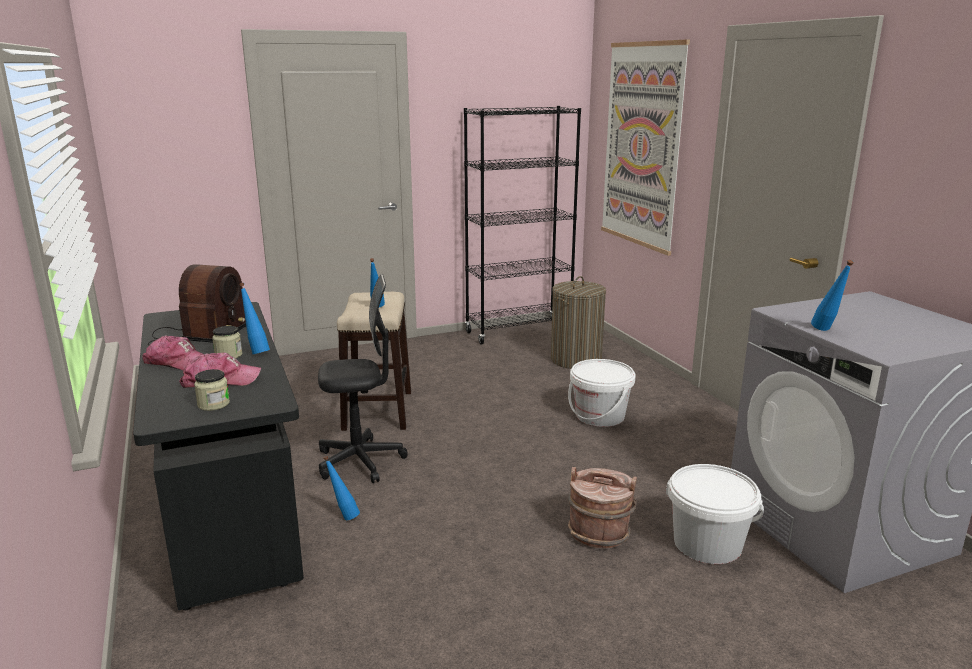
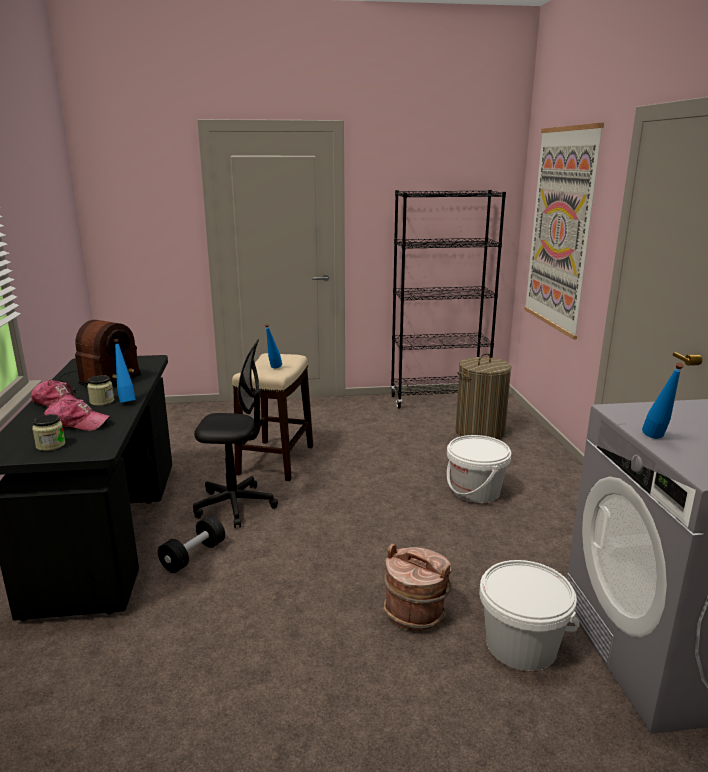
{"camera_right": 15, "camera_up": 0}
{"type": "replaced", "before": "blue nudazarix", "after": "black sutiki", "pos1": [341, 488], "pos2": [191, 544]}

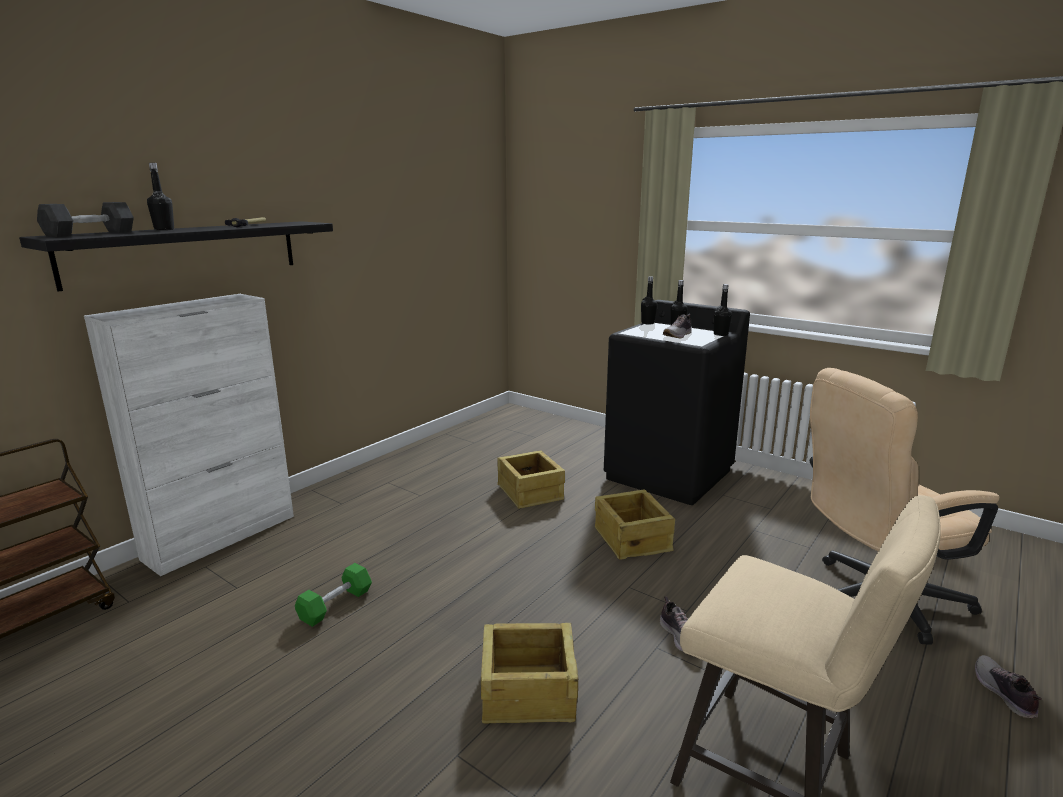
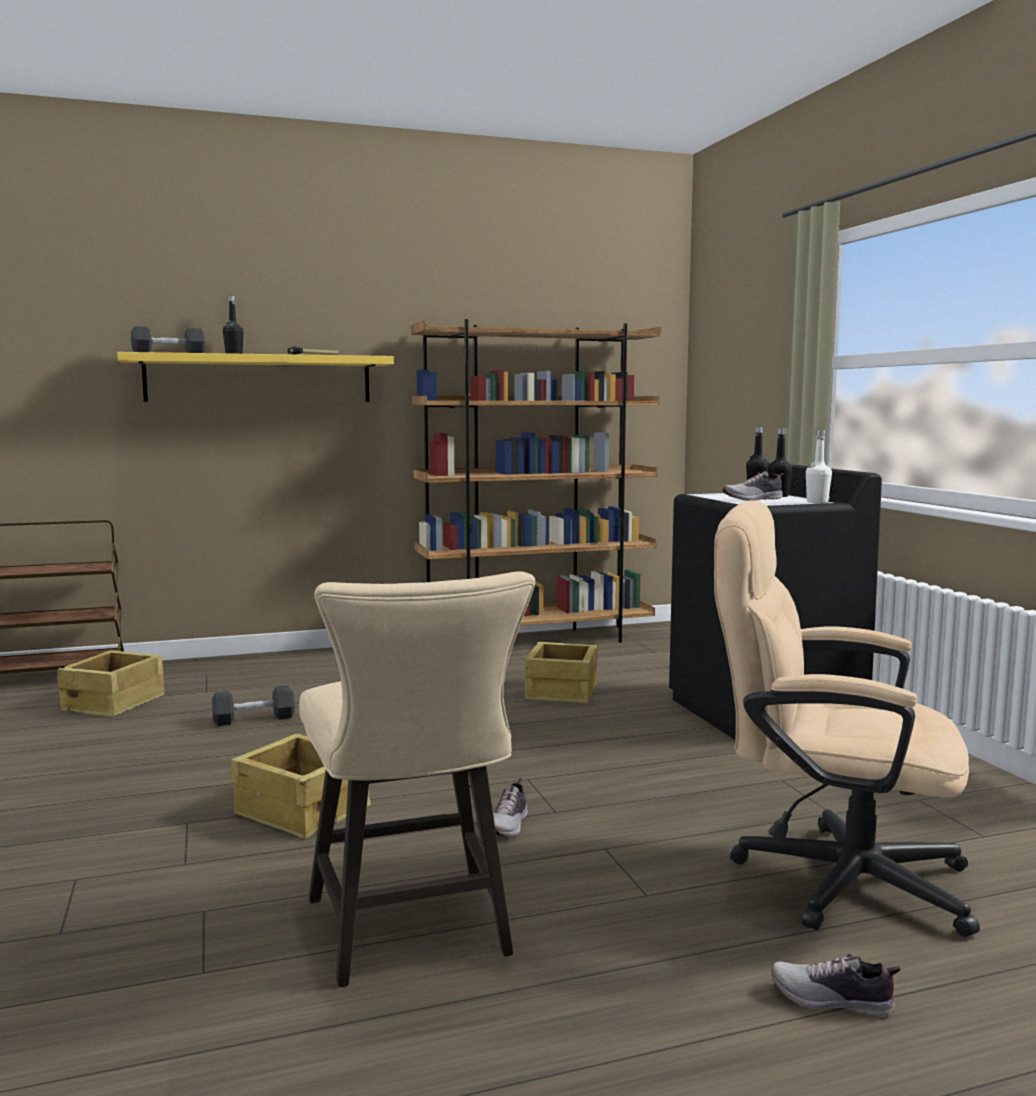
{"camera_right": 35, "camera_up": -10}
{"type": "recoloured", "before": "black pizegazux", "after": "yellow pizegazux", "pos1": [176, 256], "pos2": [255, 377]}
{"type": "removed", "before": "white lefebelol", "pos1": [189, 435]}
{"type": "recoloured", "before": "green sutiki", "after": "black sutiki", "pos1": [333, 595], "pos2": [253, 705]}
{"type": "moved", "before": "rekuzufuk", "pos1": [635, 524], "pos2": [111, 683]}
{"type": "recoloured", "before": "black nudazarix", "after": "white nudazarix", "pos1": [723, 310], "pos2": [819, 466]}
{"type": "turned", "before": "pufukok", "pos1": [1008, 686], "pos2": [836, 985], "turn": -105}
{"type": "added", "after": "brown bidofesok", "pos2": [536, 481]}

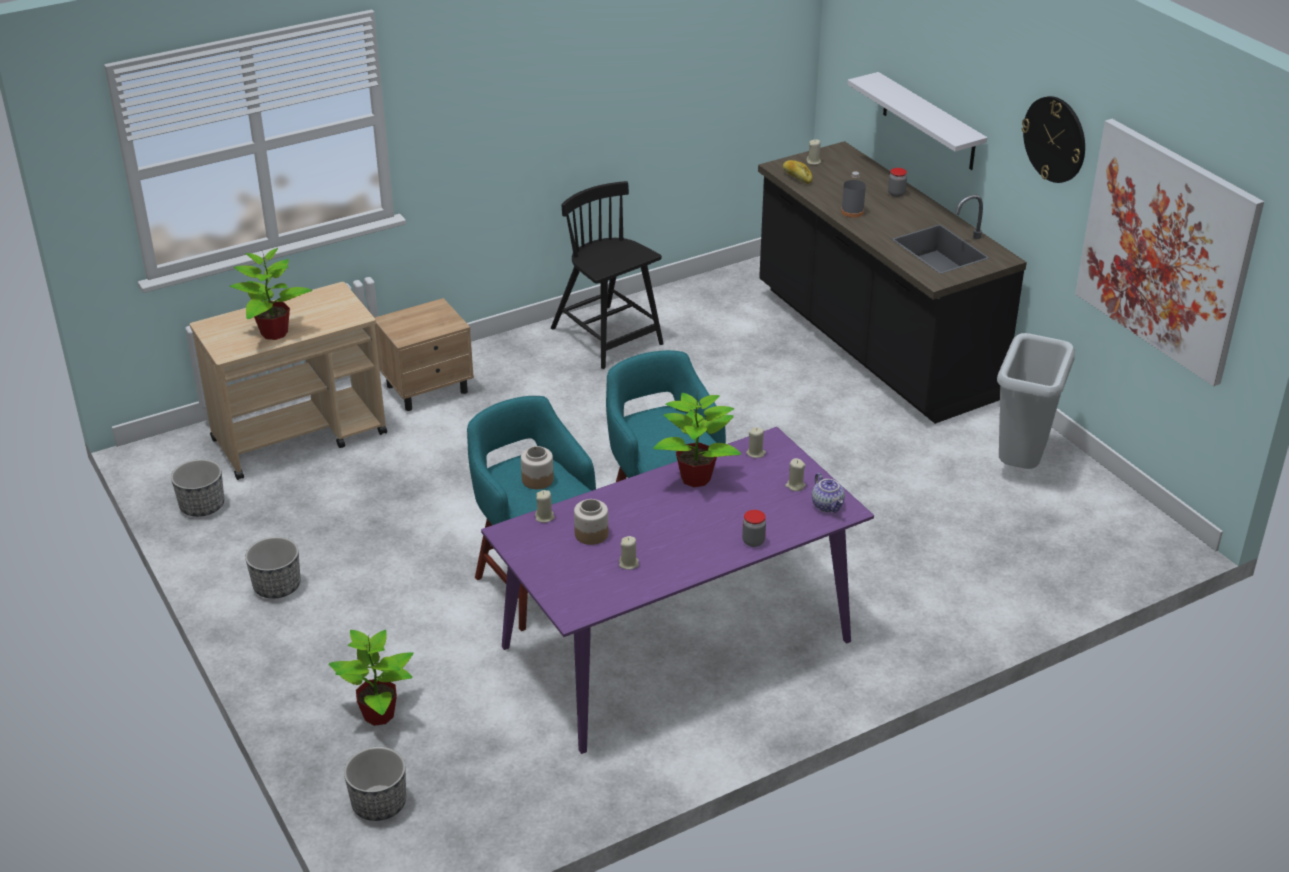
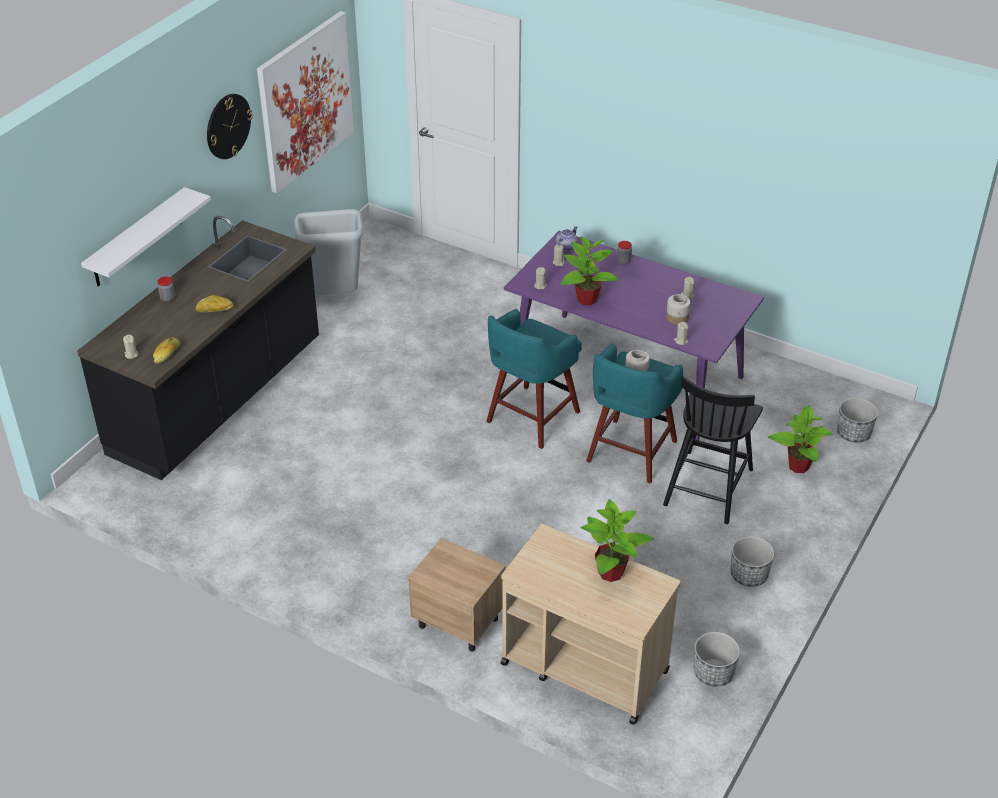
{"camera_right": -120, "camera_up": 5}
{"type": "moved", "before": "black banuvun", "pos1": [607, 275], "pos2": [713, 450]}
{"type": "replaced", "before": "grey nudazarix", "after": "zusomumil", "pos1": [853, 195], "pos2": [214, 304]}

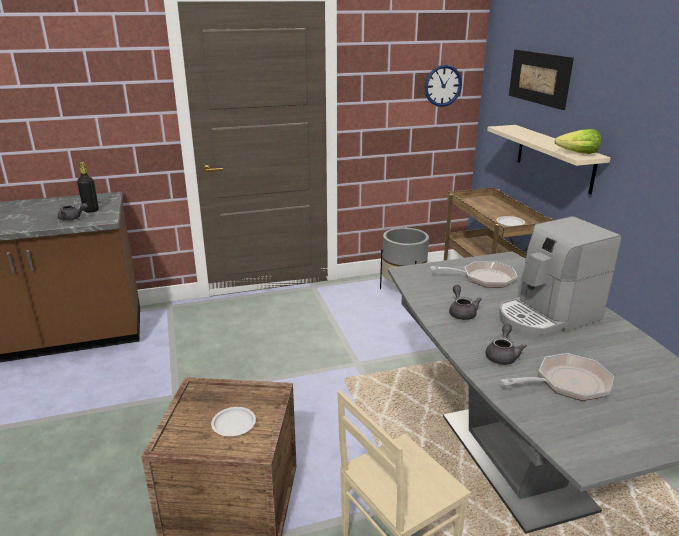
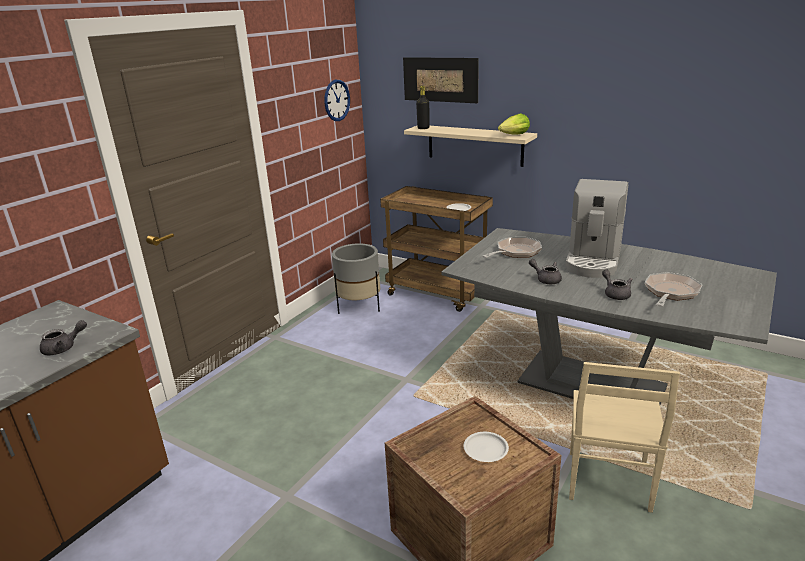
{"camera_right": -40, "camera_up": 0}
{"type": "moved", "before": "black nudazarix", "pos1": [88, 187], "pos2": [423, 107]}

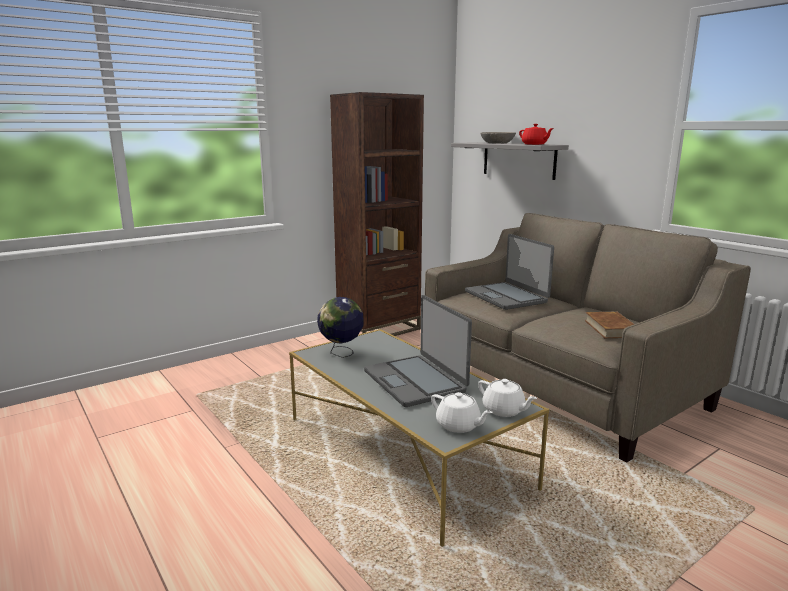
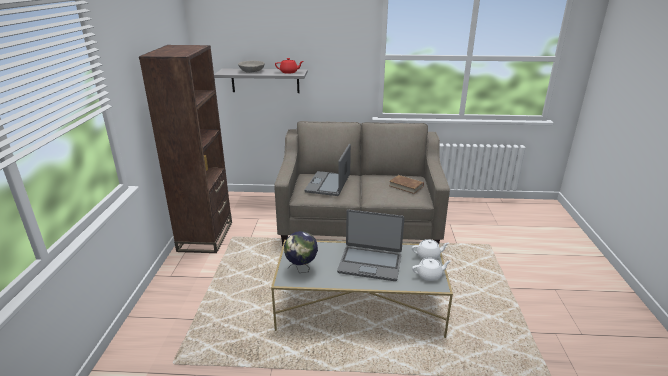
{"camera_right": -50, "camera_up": 10}
{"type": "turned", "before": "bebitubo", "pos1": [509, 272], "pos2": [328, 169], "turn": 90}

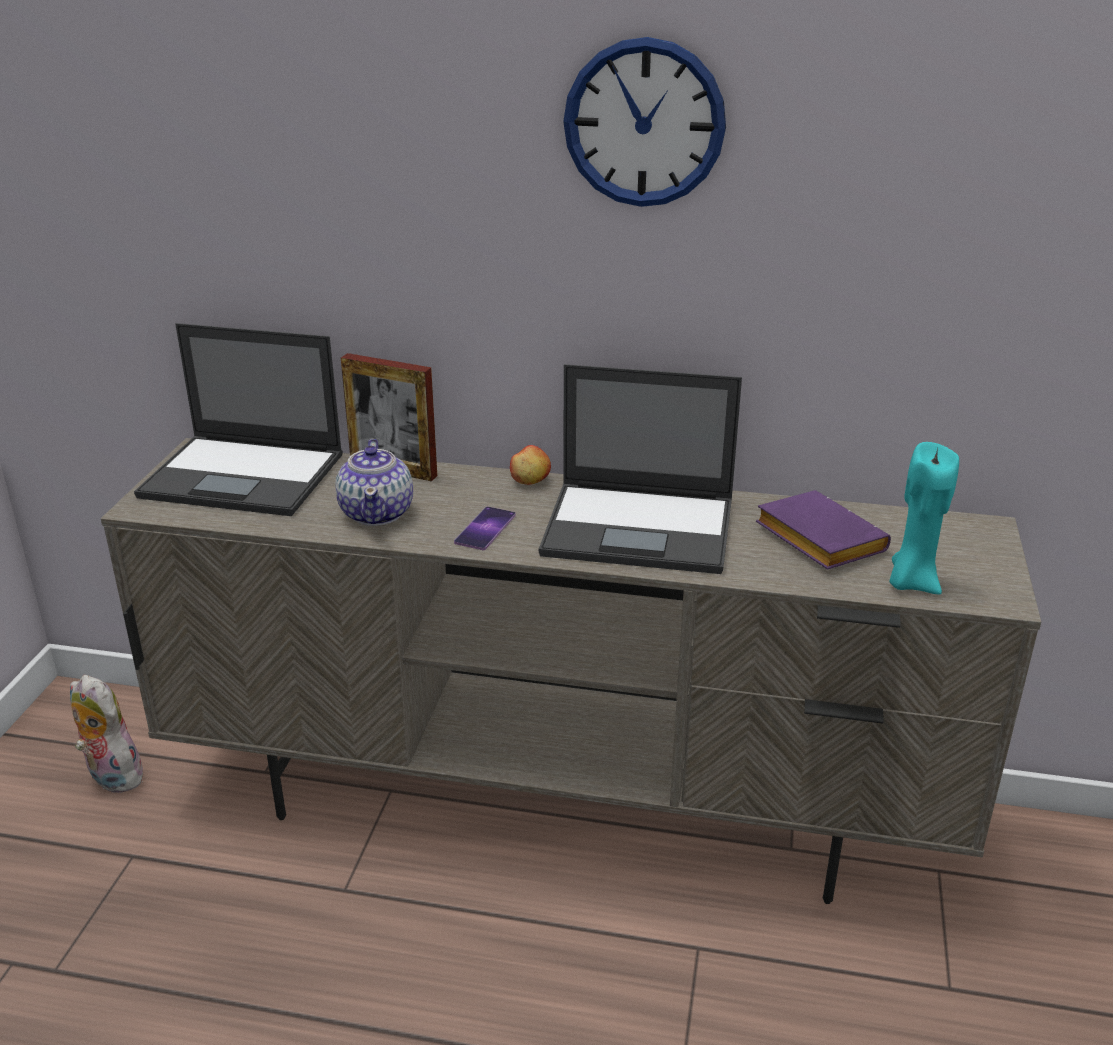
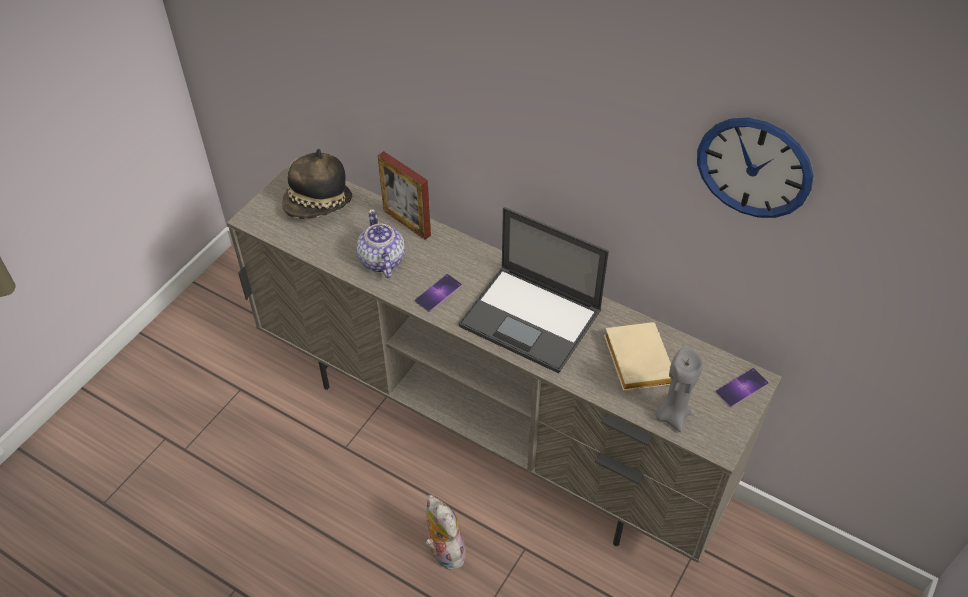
{"camera_right": 20, "camera_up": 20}
{"type": "moved", "before": "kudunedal", "pos1": [106, 734], "pos2": [445, 532]}
{"type": "replaced", "before": "bebitubo", "after": "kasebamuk", "pos1": [238, 419], "pos2": [317, 184]}
{"type": "turned", "before": "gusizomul", "pos1": [374, 482], "pos2": [381, 243], "turn": 150}
{"type": "removed", "before": "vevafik", "pos1": [530, 465]}
{"type": "moved", "before": "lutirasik", "pos1": [644, 122], "pos2": [755, 168]}
{"type": "recoloured", "before": "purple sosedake", "after": "beige sosedake", "pos1": [823, 530], "pos2": [638, 356]}
{"type": "recoloured", "before": "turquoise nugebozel", "after": "grey nugebozel", "pos1": [924, 518], "pos2": [679, 390]}
{"type": "added", "after": "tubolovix", "pos2": [742, 387]}

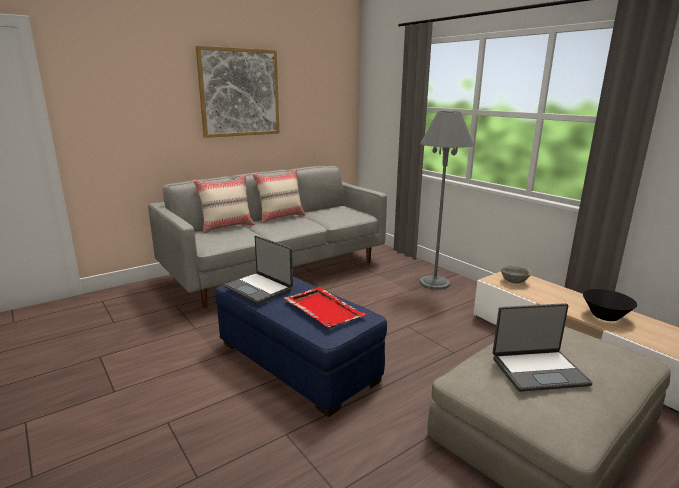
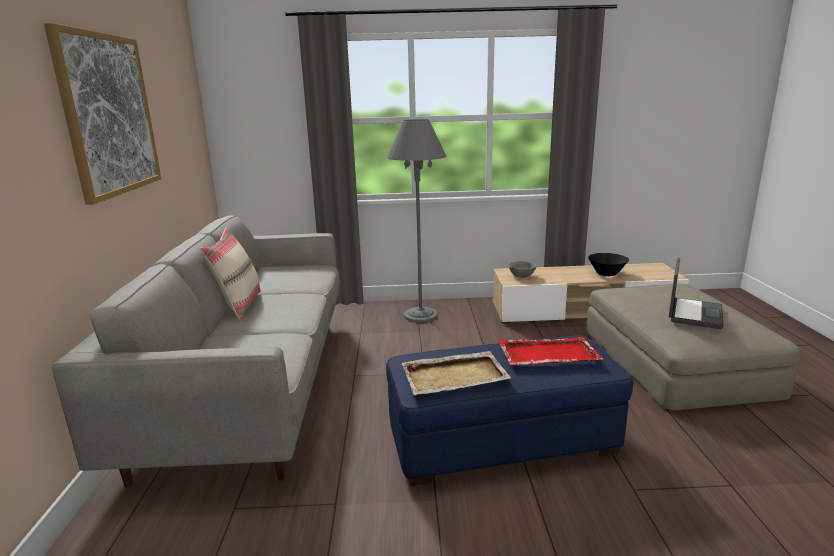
{"camera_right": -55, "camera_up": 0}
{"type": "removed", "before": "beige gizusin", "pos1": [224, 204]}
{"type": "replaced", "before": "bebitubo", "after": "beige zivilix", "pos1": [258, 270], "pos2": [456, 373]}

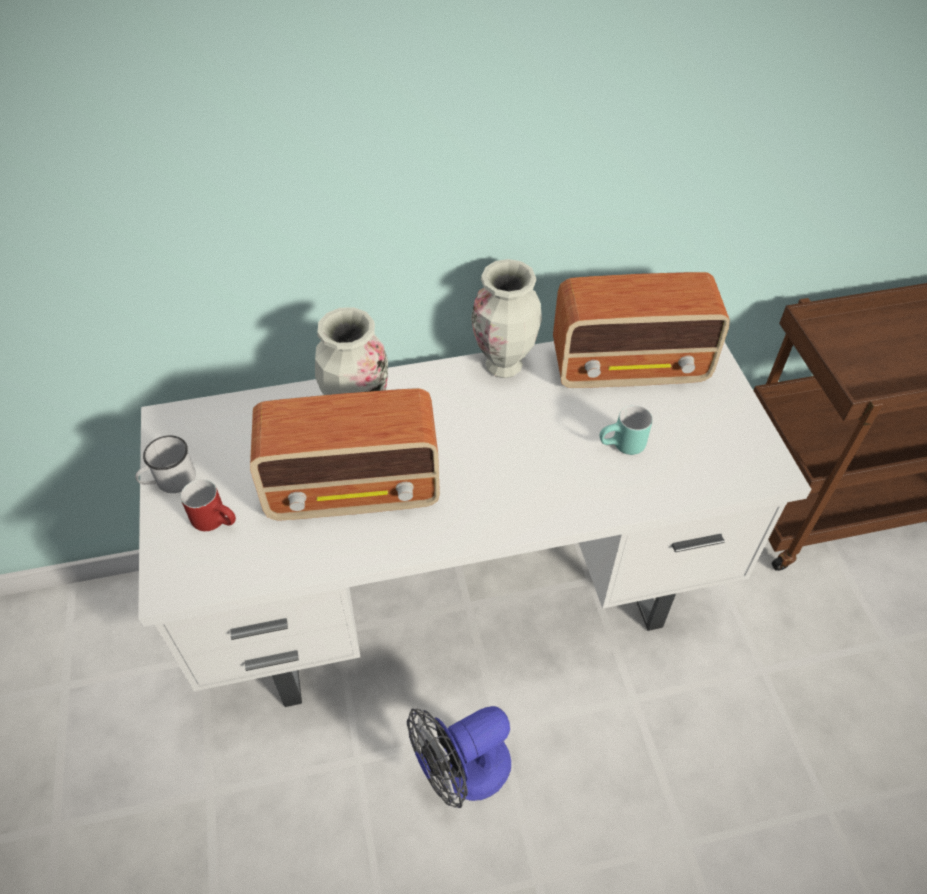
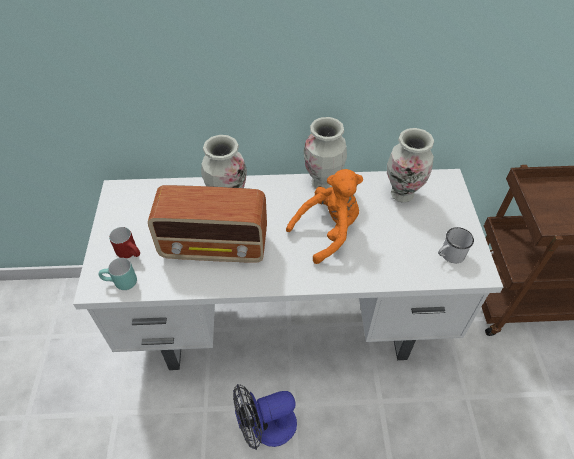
{"camera_right": 10, "camera_up": 0}
{"type": "moved", "before": "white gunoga", "pos1": [165, 464], "pos2": [456, 245]}
{"type": "replaced", "before": "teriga", "after": "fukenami", "pos1": [641, 330], "pos2": [410, 165]}
{"type": "moved", "before": "turquoise gunoga", "pos1": [626, 430], "pos2": [117, 274]}
{"type": "added", "after": "orange kudunedal", "pos2": [324, 216]}

